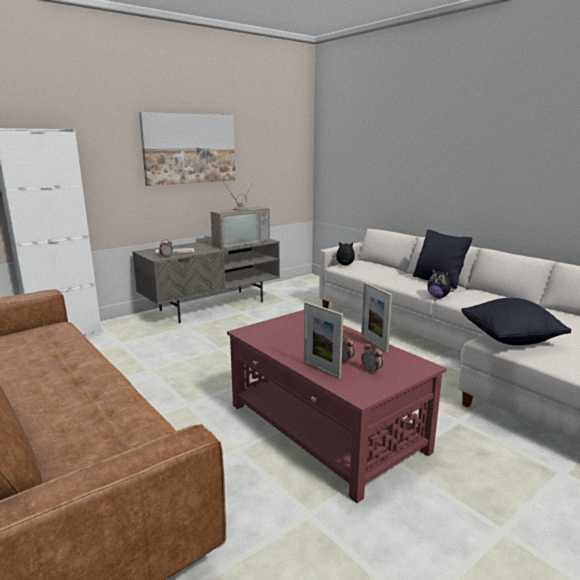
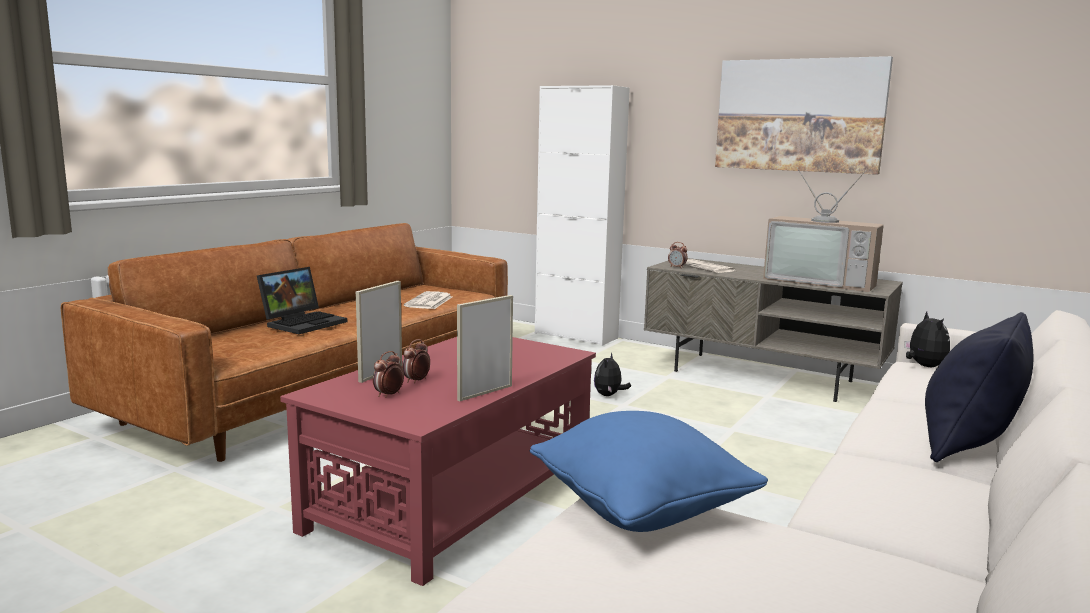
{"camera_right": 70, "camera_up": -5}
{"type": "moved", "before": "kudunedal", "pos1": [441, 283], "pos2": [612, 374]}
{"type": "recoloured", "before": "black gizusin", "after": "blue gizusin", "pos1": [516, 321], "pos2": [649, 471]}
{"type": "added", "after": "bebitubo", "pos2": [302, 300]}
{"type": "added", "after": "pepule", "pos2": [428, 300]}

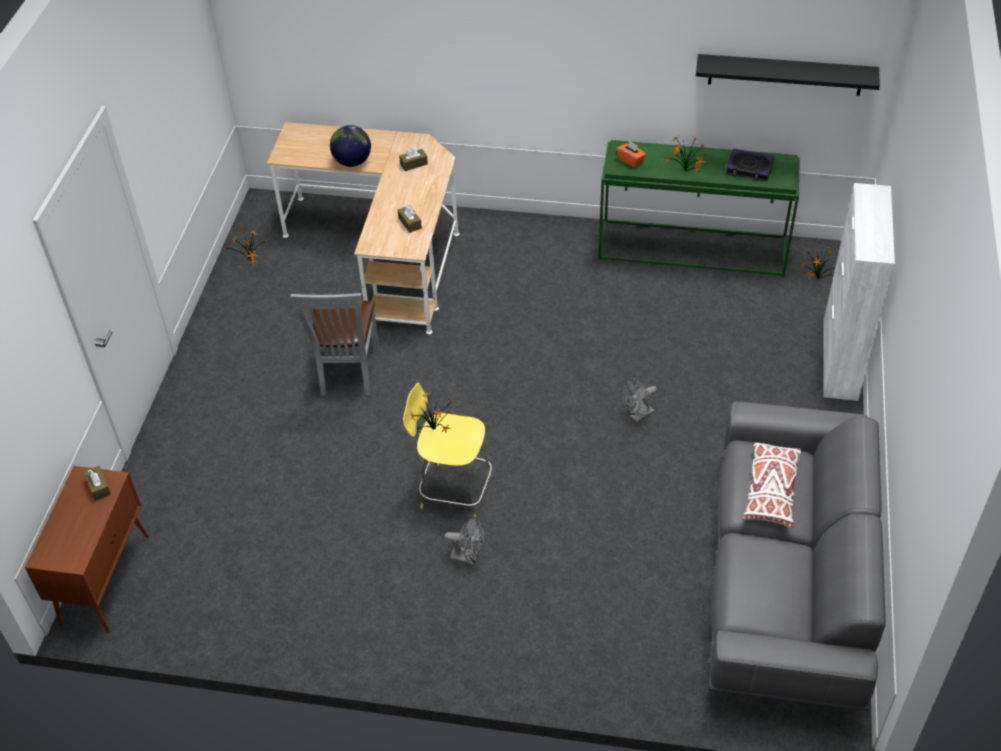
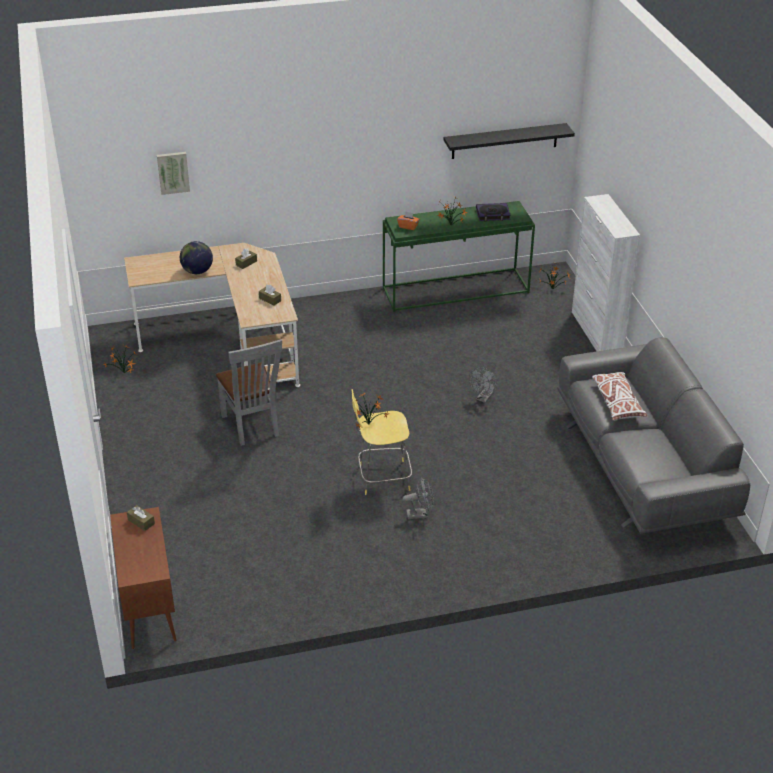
{"camera_right": -25, "camera_up": -10}
{"type": "added", "after": "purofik", "pos2": [173, 173]}

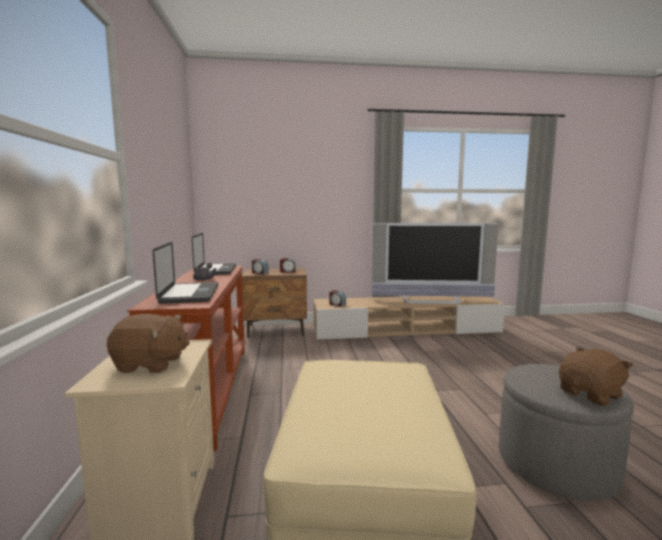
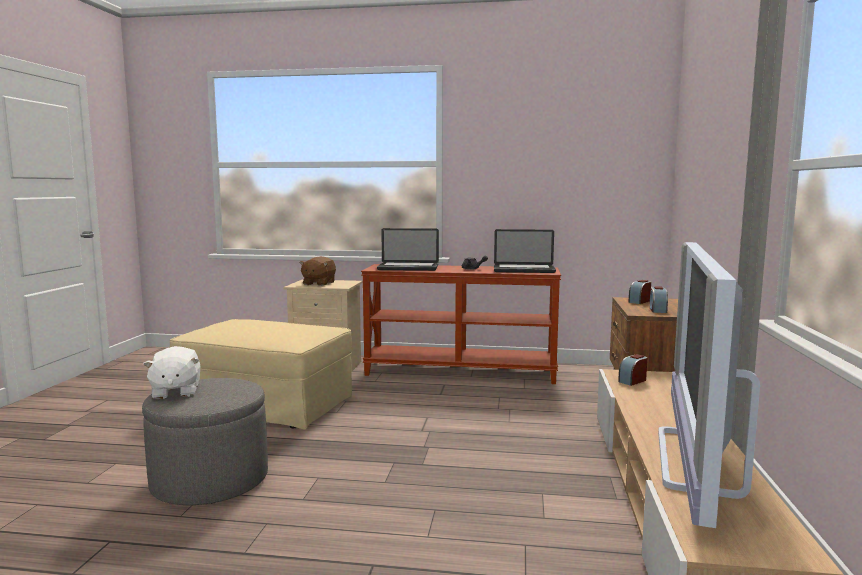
{"camera_right": 105, "camera_up": 0}
{"type": "recoloured", "before": "brown kudunedal", "after": "white kudunedal", "pos1": [596, 376], "pos2": [171, 373]}

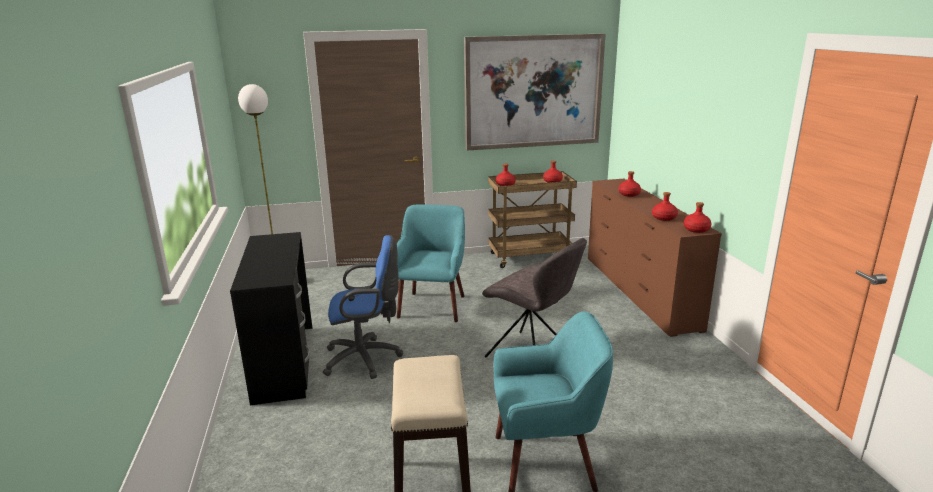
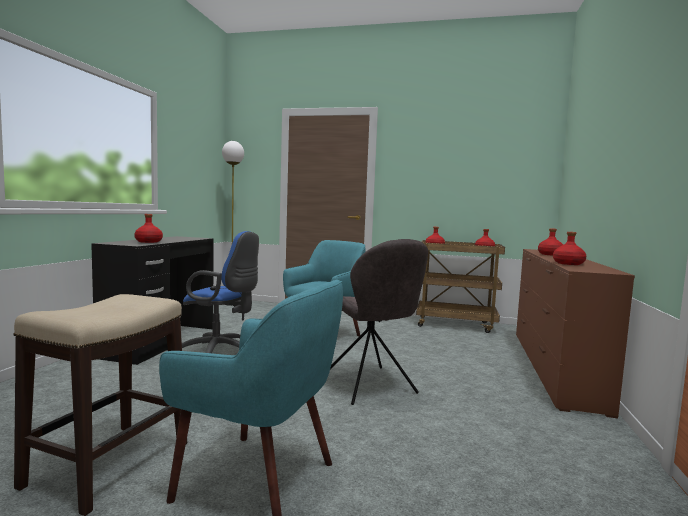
{"camera_right": 25, "camera_up": -15}
{"type": "removed", "before": "purofik", "pos1": [535, 92]}
{"type": "moved", "before": "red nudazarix", "pos1": [698, 217], "pos2": [148, 228]}

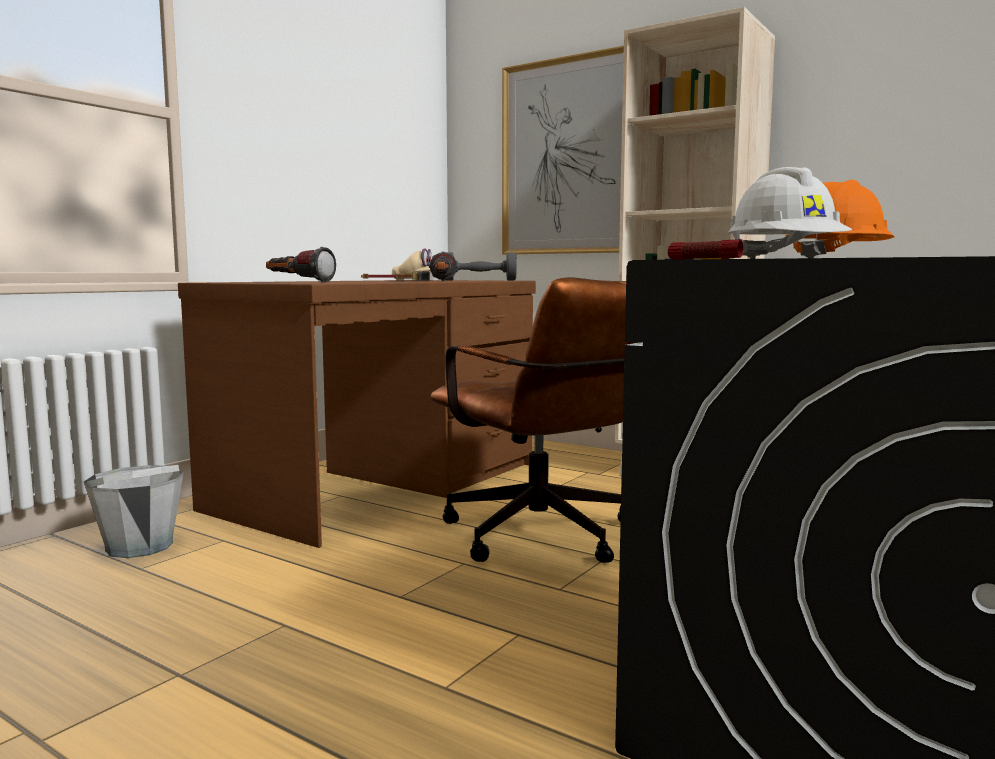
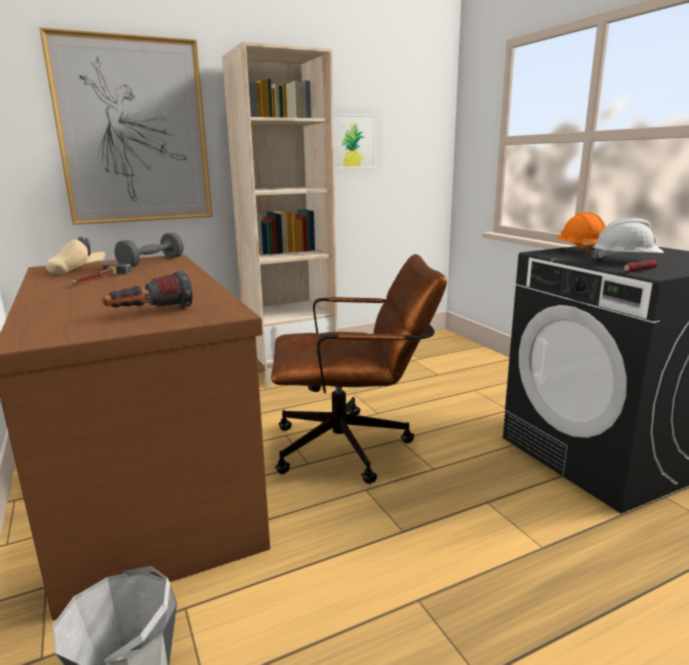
{"camera_right": -60, "camera_up": 10}
{"type": "removed", "before": "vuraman", "pos1": [443, 266]}
{"type": "added", "after": "purofik", "pos2": [355, 141]}

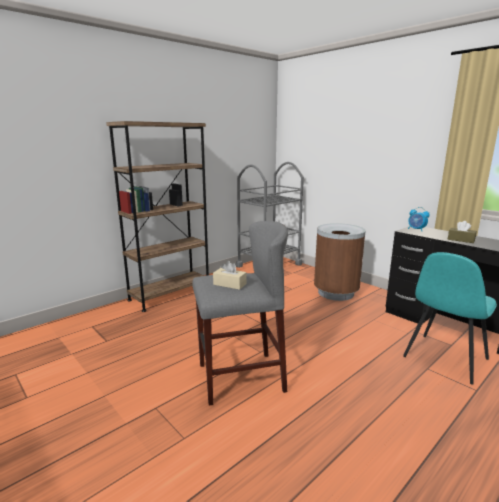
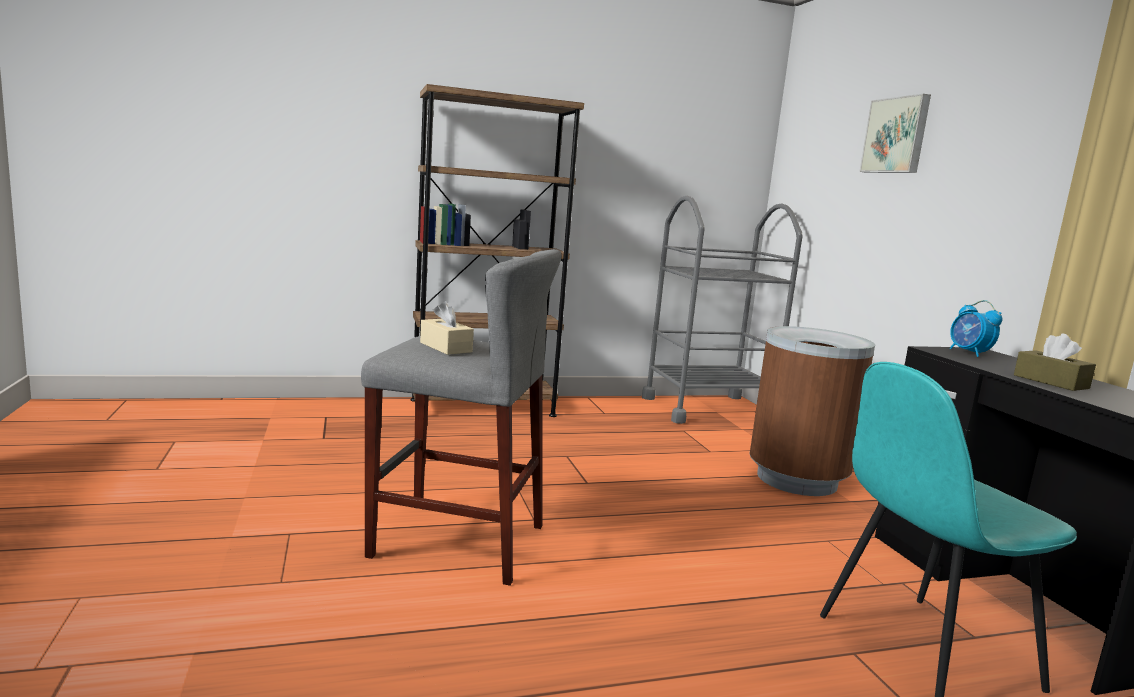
{"camera_right": 25, "camera_up": -5}
{"type": "added", "after": "purofik", "pos2": [895, 133]}

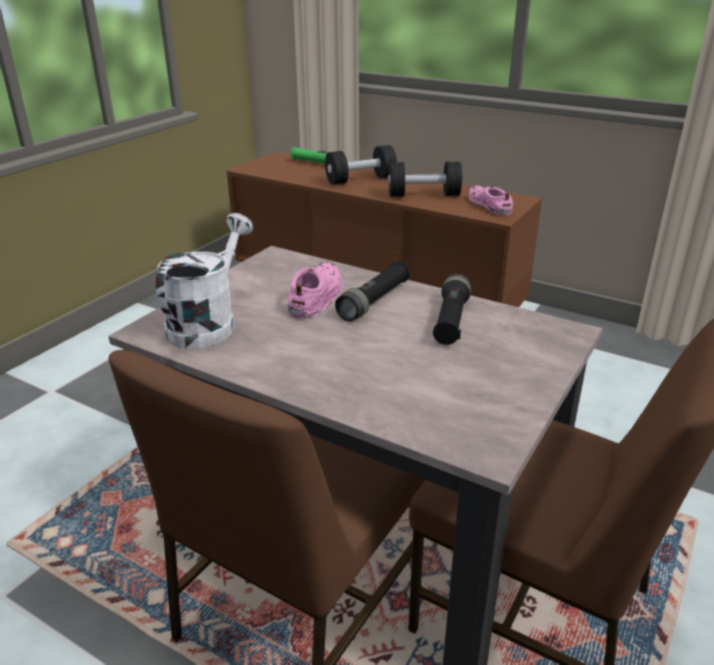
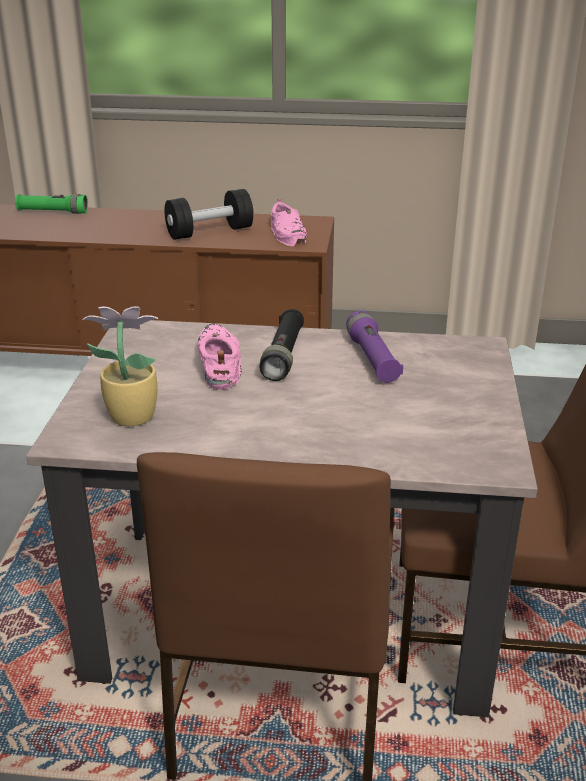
{"camera_right": -25, "camera_up": 0}
{"type": "replaced", "before": "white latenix", "after": "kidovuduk", "pos1": [204, 281], "pos2": [120, 366]}
{"type": "removed", "before": "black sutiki", "pos1": [361, 165]}
{"type": "recoloured", "before": "black vuraman", "after": "purple vuraman", "pos1": [452, 309], "pos2": [374, 347]}
{"type": "turned", "before": "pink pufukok", "pos1": [491, 200], "pos2": [289, 222], "turn": -150}

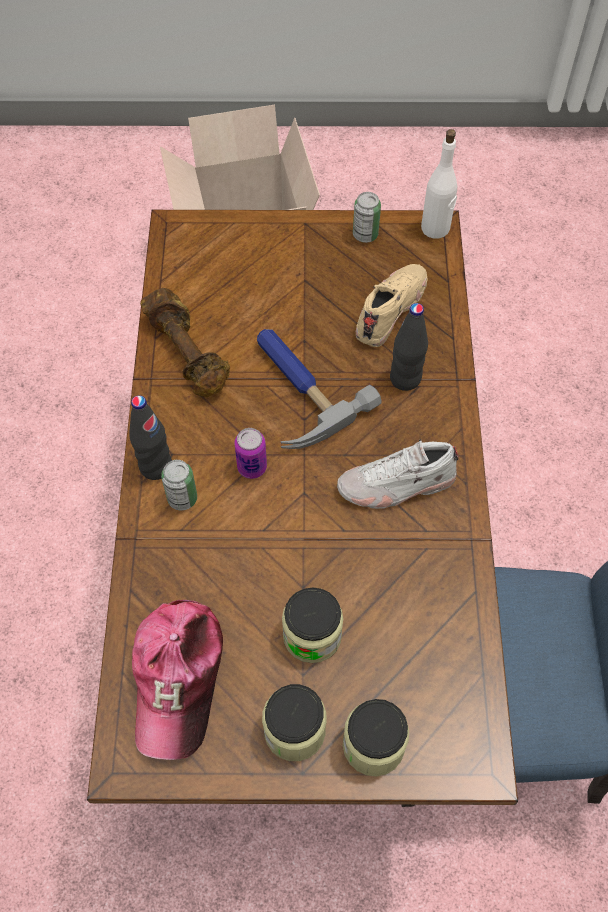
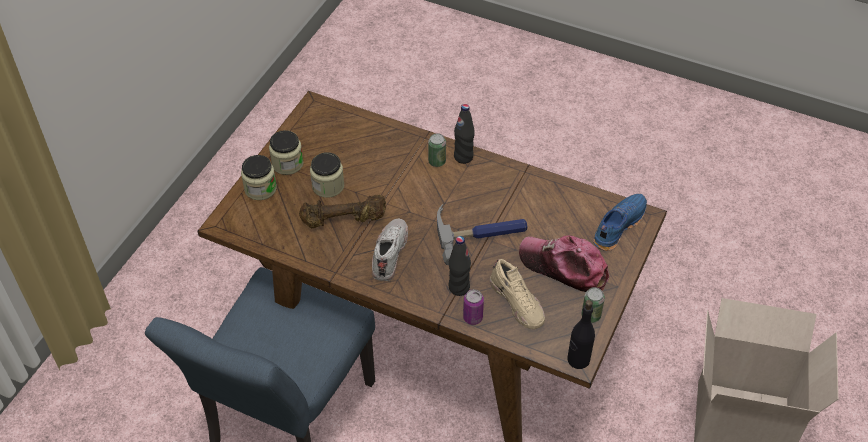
{"camera_right": 115, "camera_up": -10}
{"type": "moved", "before": "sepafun", "pos1": [177, 680], "pos2": [564, 264]}
{"type": "moved", "before": "brown sutiki", "pos1": [185, 342], "pos2": [342, 211]}
{"type": "moved", "before": "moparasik", "pos1": [250, 453], "pos2": [473, 307]}
{"type": "recoloured", "before": "white nudazarix", "after": "black nudazarix", "pos1": [439, 184], "pos2": [581, 334]}
{"type": "added", "after": "blue pufukok", "pos2": [620, 222]}

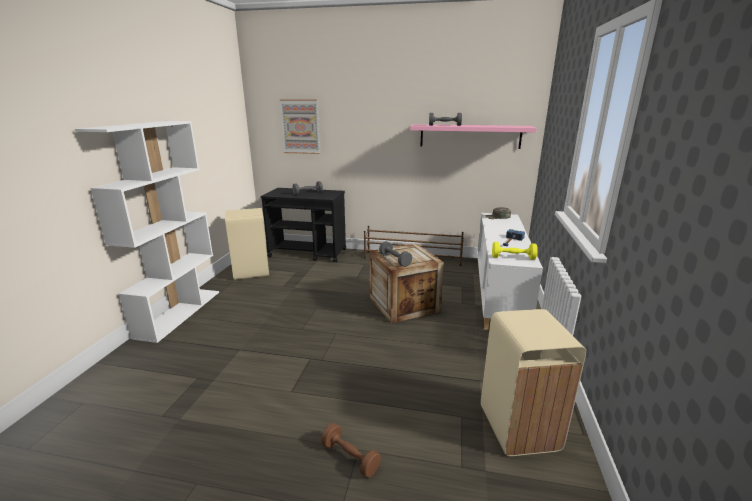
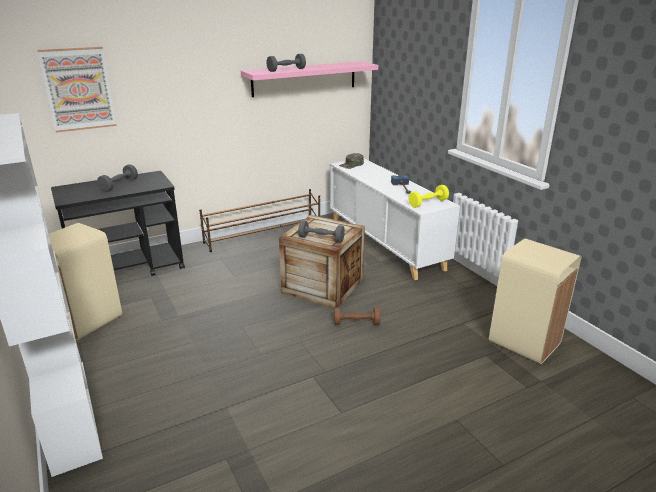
{"camera_right": -40, "camera_up": 5}
{"type": "moved", "before": "brown sutiki", "pos1": [351, 450], "pos2": [357, 316]}

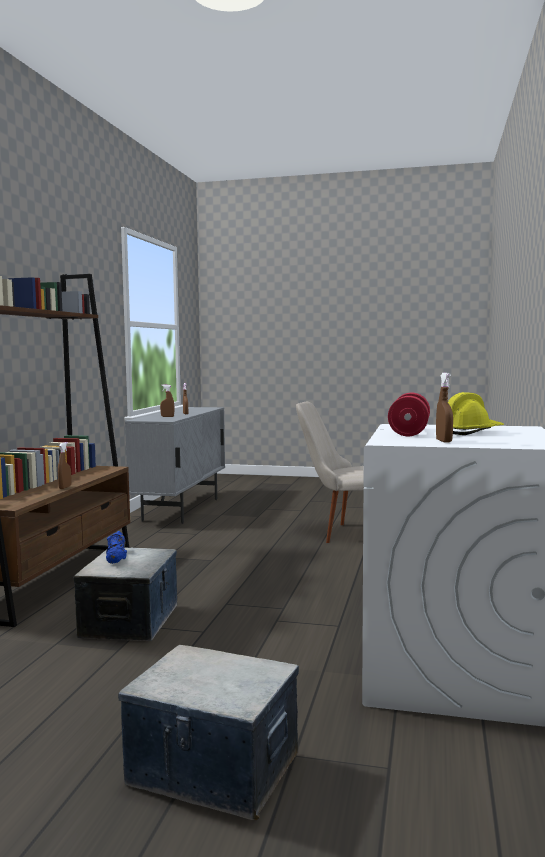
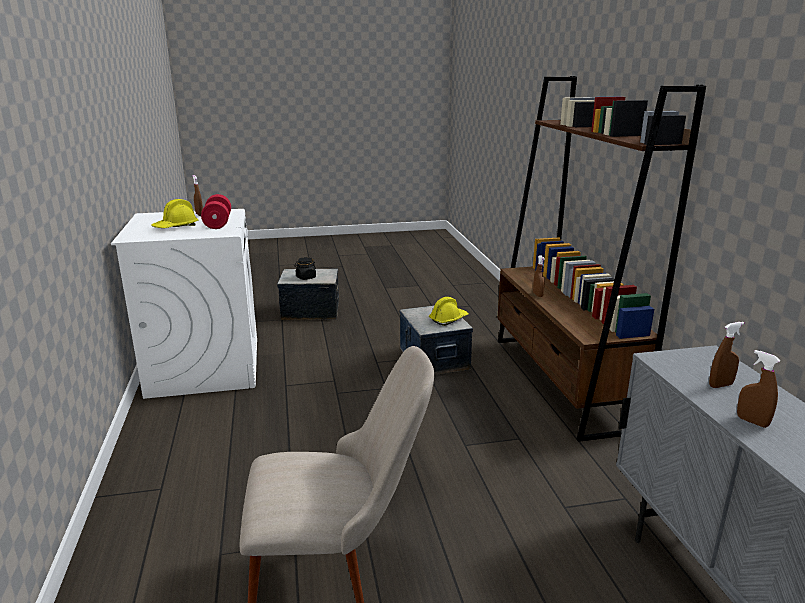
{"camera_right": 155, "camera_up": 15}
{"type": "replaced", "before": "blue sutiki", "after": "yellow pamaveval", "pos1": [116, 547], "pos2": [448, 311]}
{"type": "added", "after": "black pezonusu", "pos2": [305, 268]}

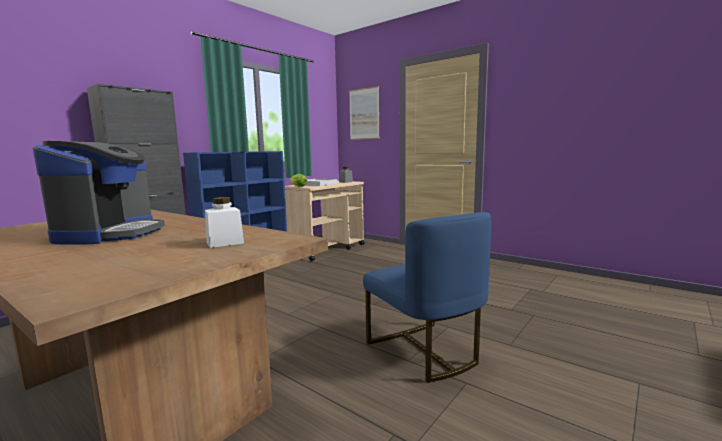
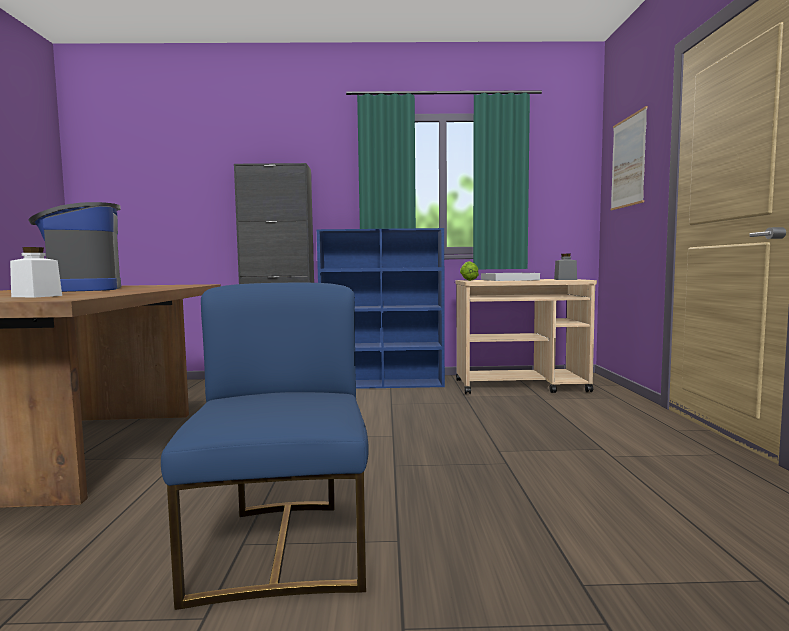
{"camera_right": 50, "camera_up": -5}
{"type": "turned", "before": "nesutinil", "pos1": [99, 193], "pos2": [74, 247], "turn": 105}
{"type": "turned", "before": "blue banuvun", "pos1": [427, 297], "pos2": [265, 446], "turn": 150}

